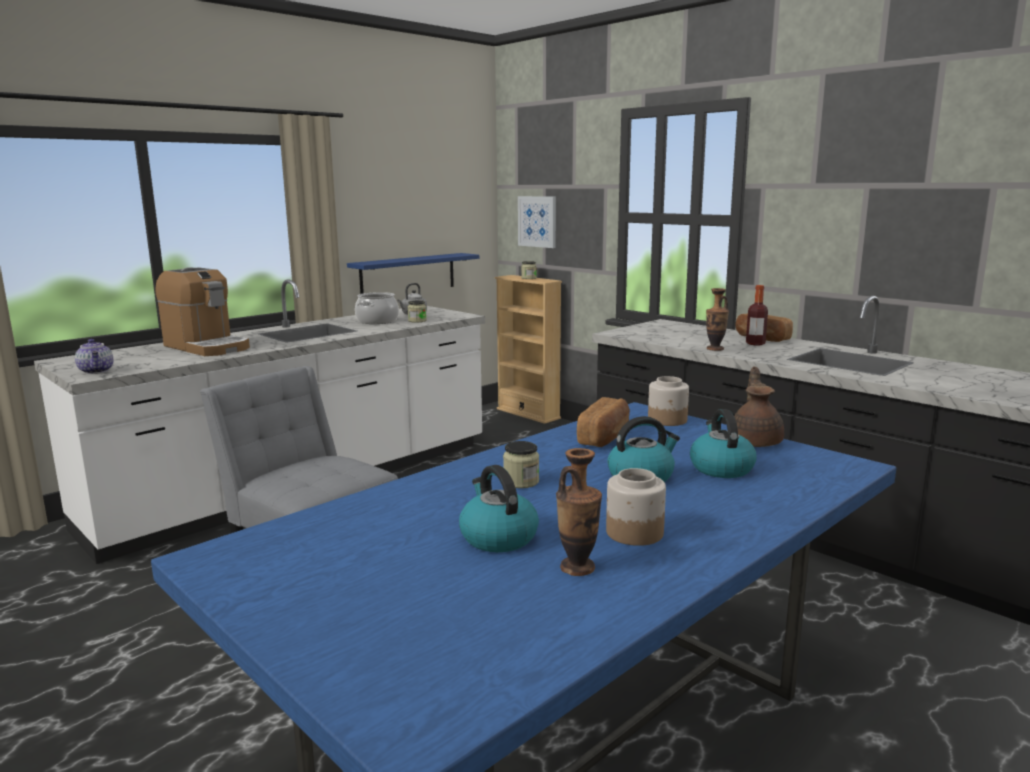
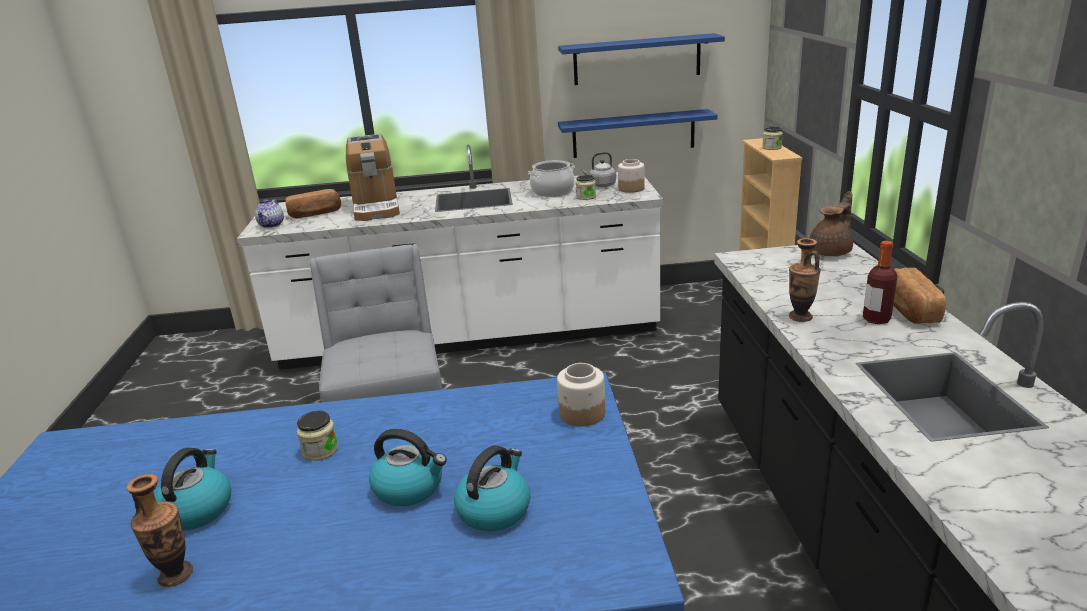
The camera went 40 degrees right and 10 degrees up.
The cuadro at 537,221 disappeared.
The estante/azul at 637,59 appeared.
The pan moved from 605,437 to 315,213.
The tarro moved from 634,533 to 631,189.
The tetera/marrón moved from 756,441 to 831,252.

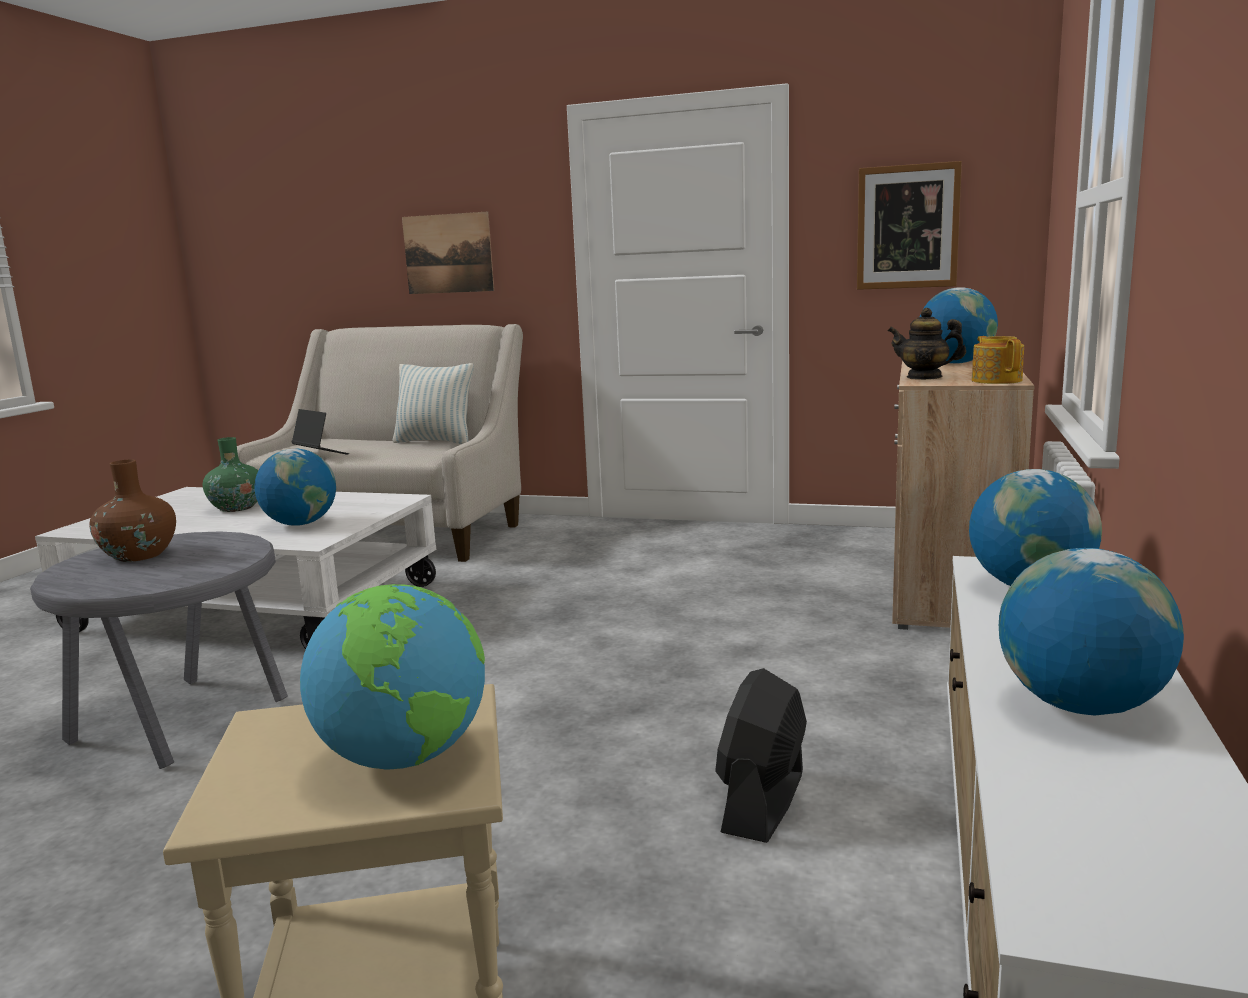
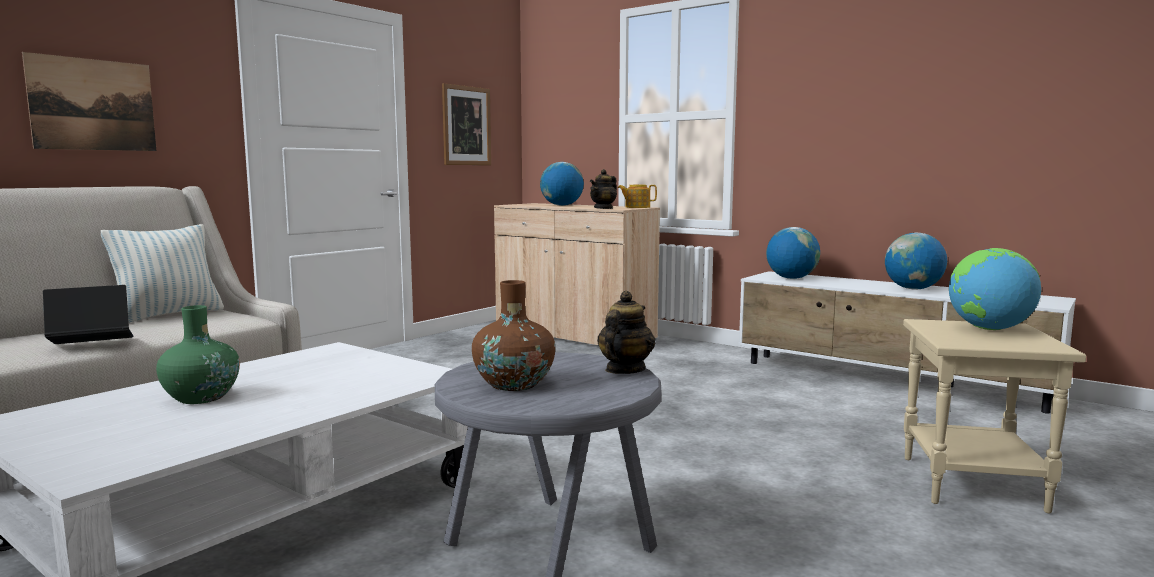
The camera went 70 degrees left and 5 degrees down.
The globo terráqueo at 301,524 disappeared.
The ventilador/negro at 763,802 disappeared.
The tetera at 624,370 appeared.

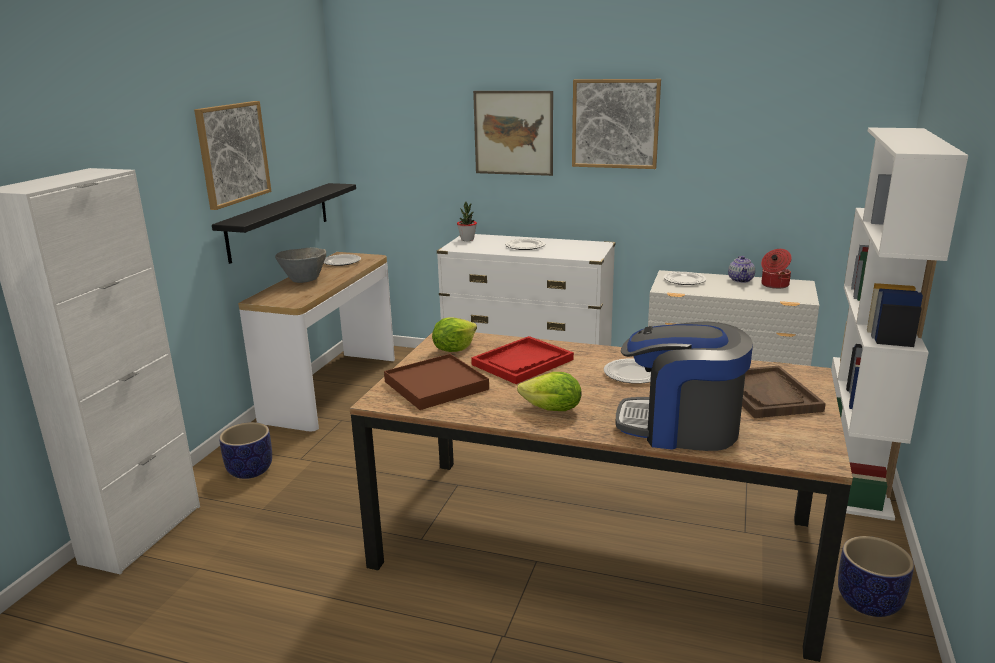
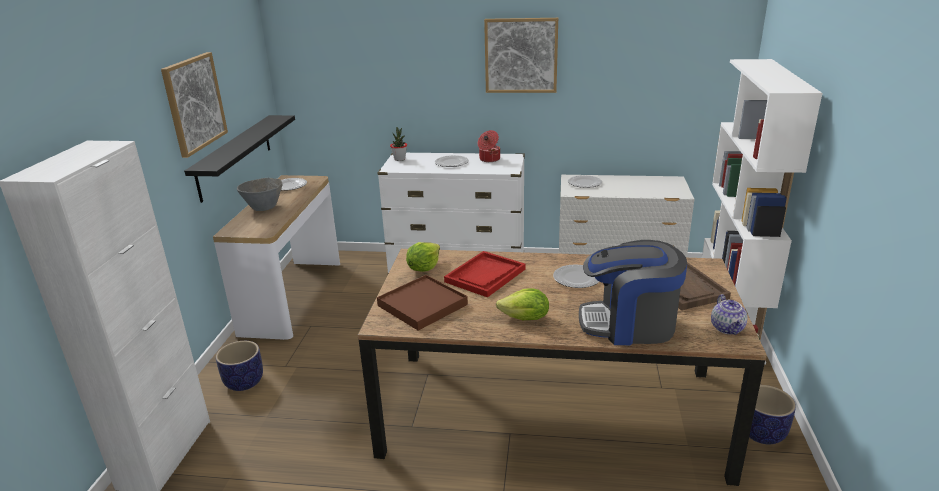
The camera went 10 degrees left and 5 degrees up.
The cuadro at 513,133 disappeared.
The tetera moved from 741,280 to 727,328.
The olla moved from 774,285 to 489,159.

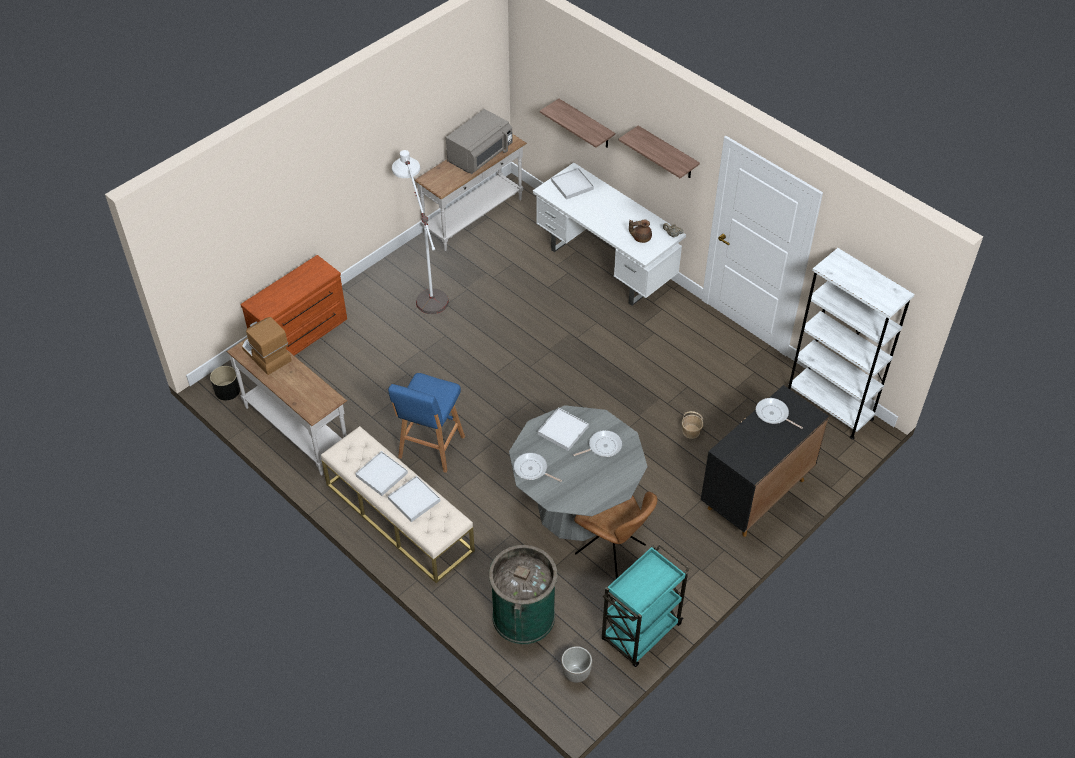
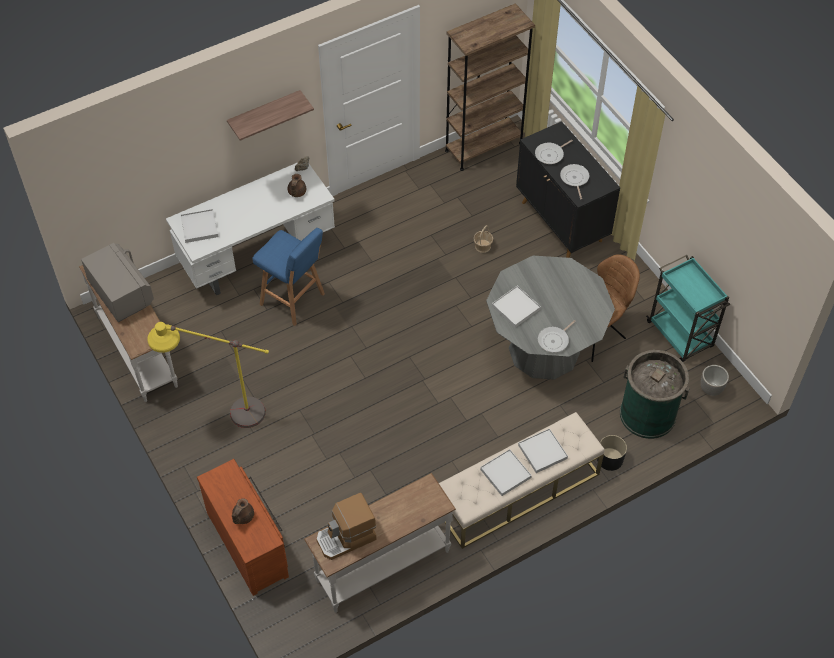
The camera went 75 degrees left and 5 degrees up.
The estante at 586,124 disappeared.
The tetera/marrón at 242,517 appeared.
The maceta/negro moved from 227,390 to 610,459.
The taburete/azul moved from 430,449 to 294,300.
The sartén moved from 603,446 to 574,179.
The lámpara de pie/blanco at 425,286 became the lámpara de pie/amarillo at 222,414.
The estantería/blanco at 829,406 became the estantería/marrón at 484,146.

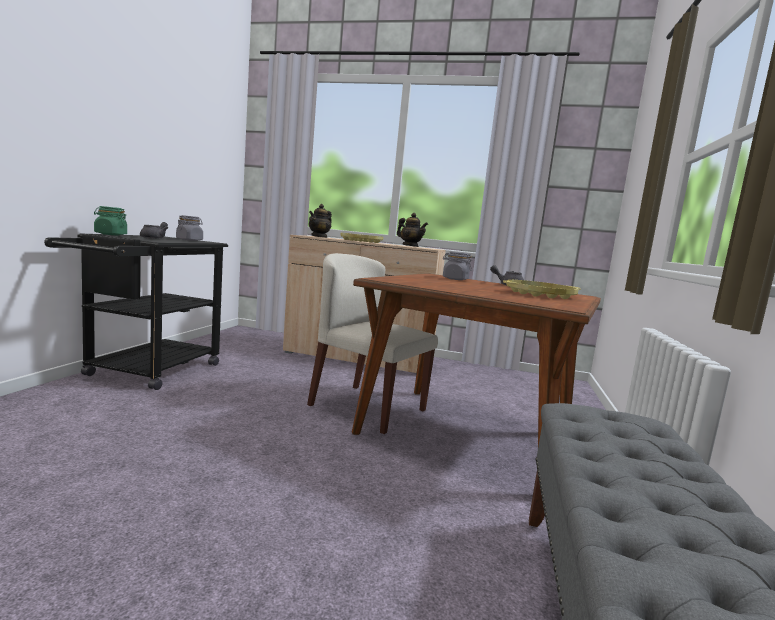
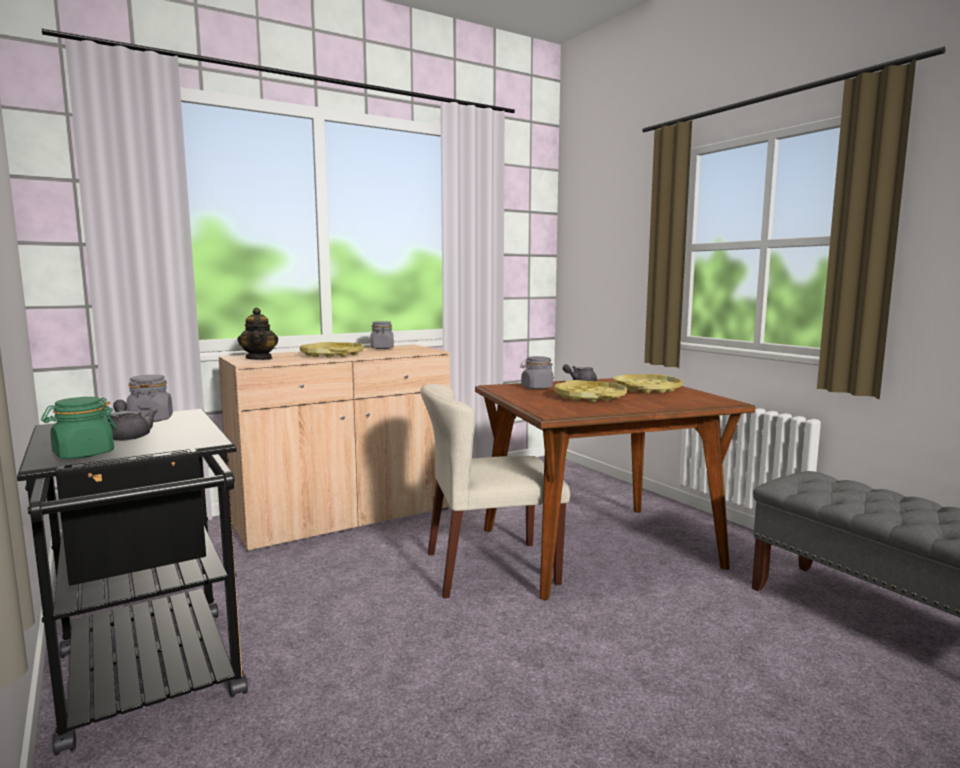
The camera went 45 degrees left and 0 degrees up.
The bandeja/amarillo at 590,397 appeared.
The tetera at 410,246 was replaced by the tarro/gris at 382,348.

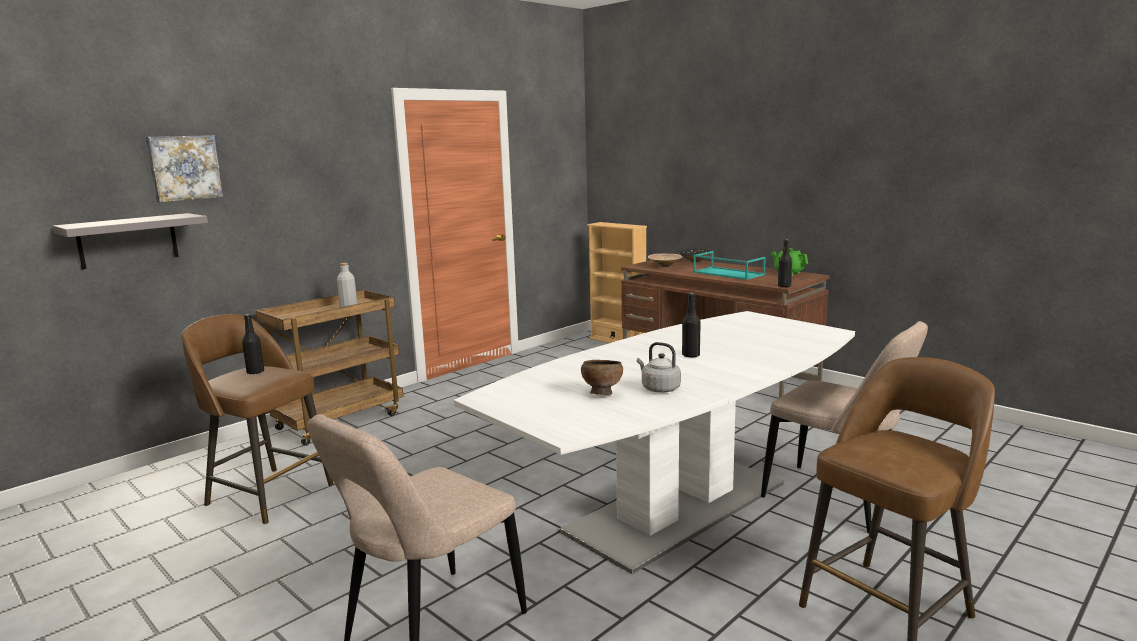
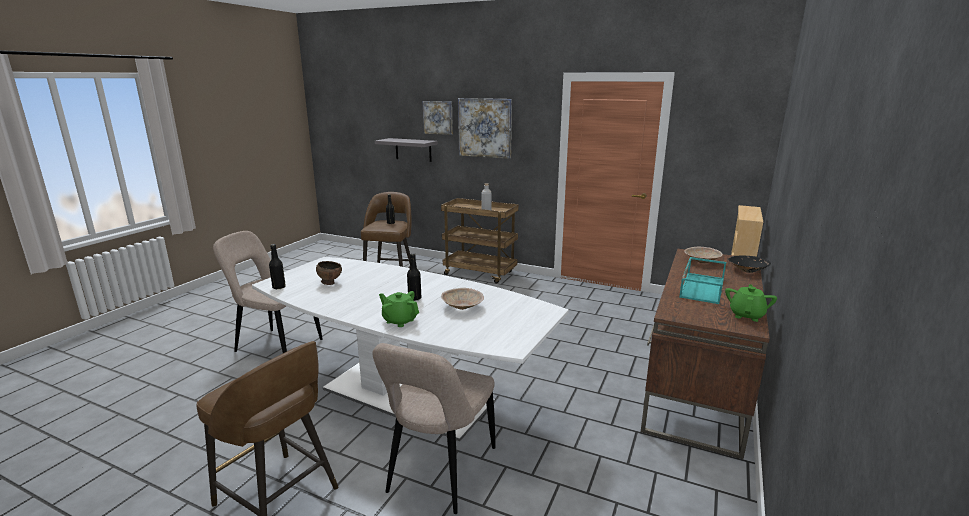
The camera went 70 degrees right and 5 degrees up.
The hervidor/gris at 659,389 disappeared.
The tetera/verde at 400,321 appeared.
The cuenco/beis at 462,307 appeared.
The cuadro at 485,128 appeared.
The botella/negro moved from 784,286 to 279,287.

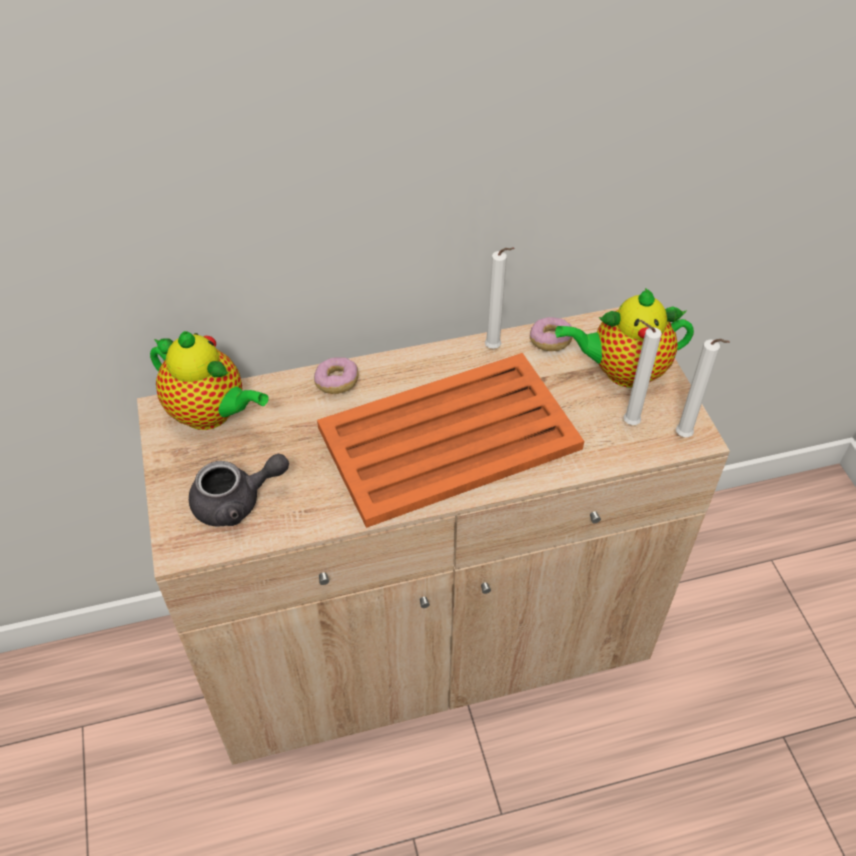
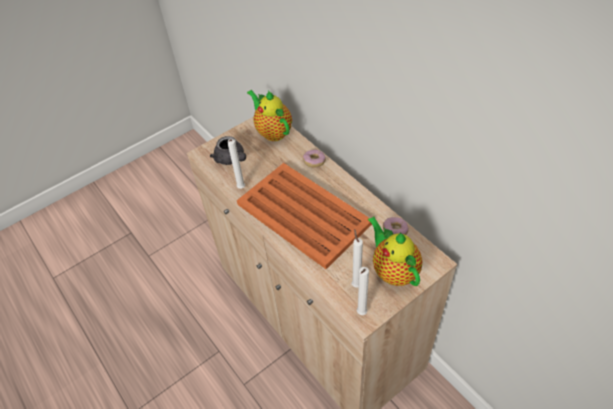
The camera went 70 degrees right and 0 degrees up.
The vela/blanco moved from 495,348 to 241,189.
The tetera at 211,414 turned 135 degrees clockwise.

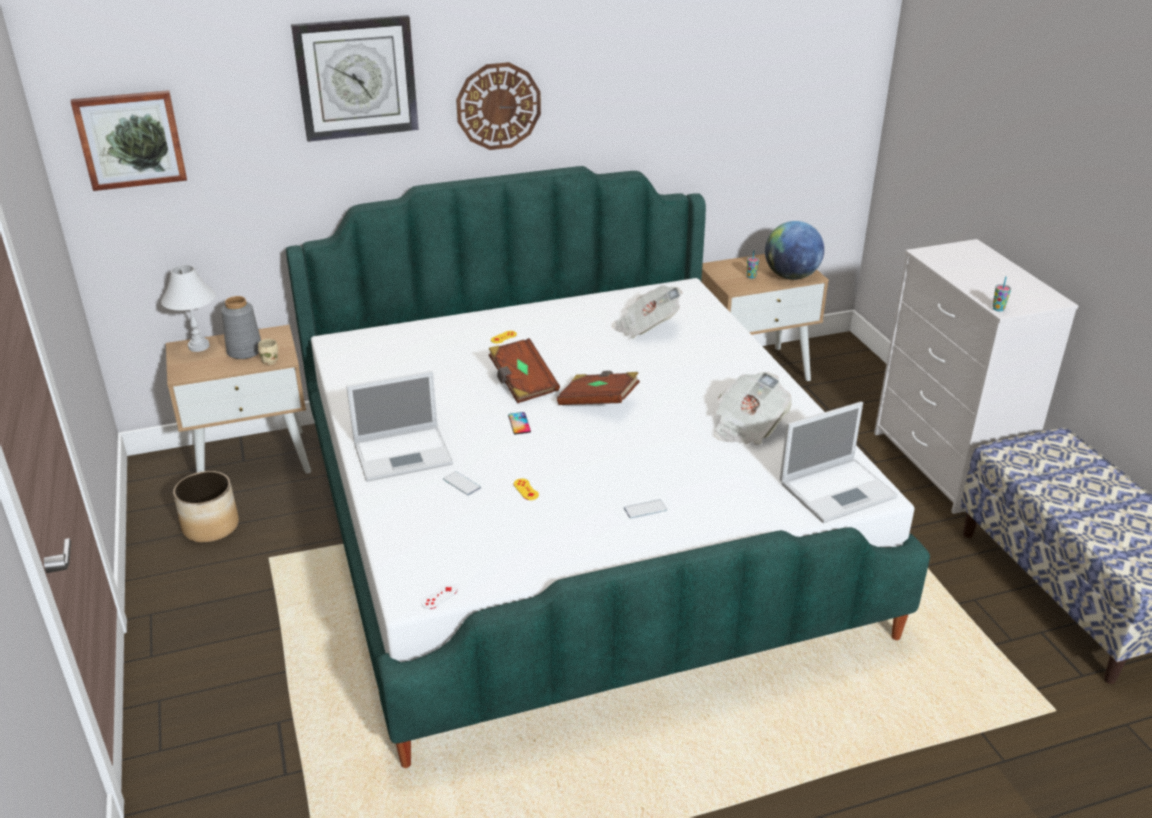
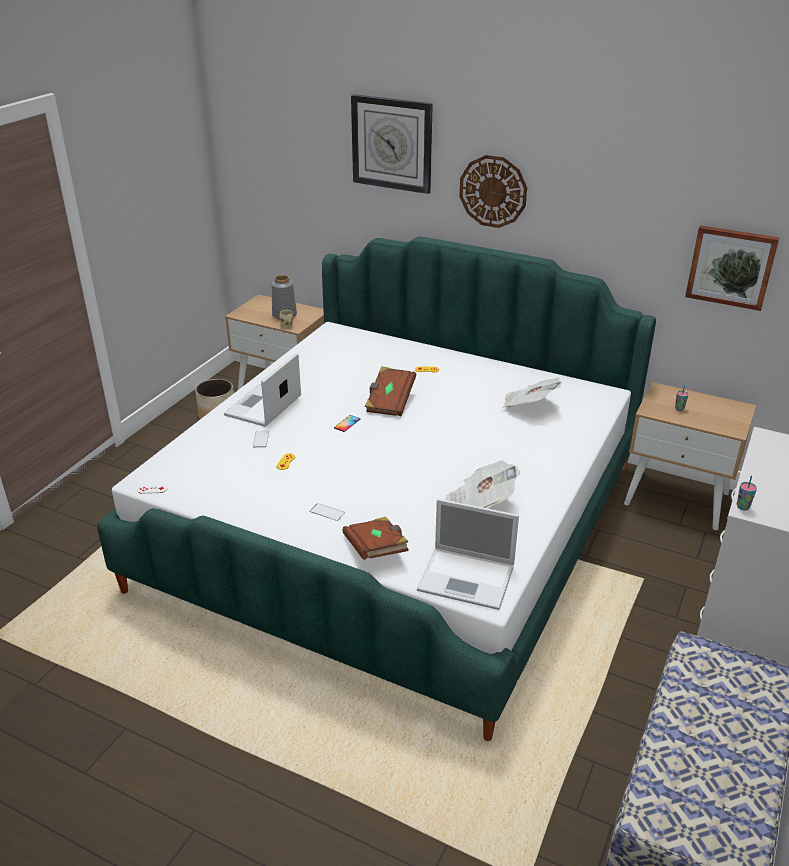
The camera went 45 degrees right and 0 degrees up.
The lámpara de mesa/blanco at 199,346 disappeared.
The globo terráqueo at 791,276 disappeared.
The cuadro moved from 130,139 to 731,267.
The libro/marrón moved from 598,402 to 376,549.
The portátil at 404,453 turned 90 degrees clockwise.

